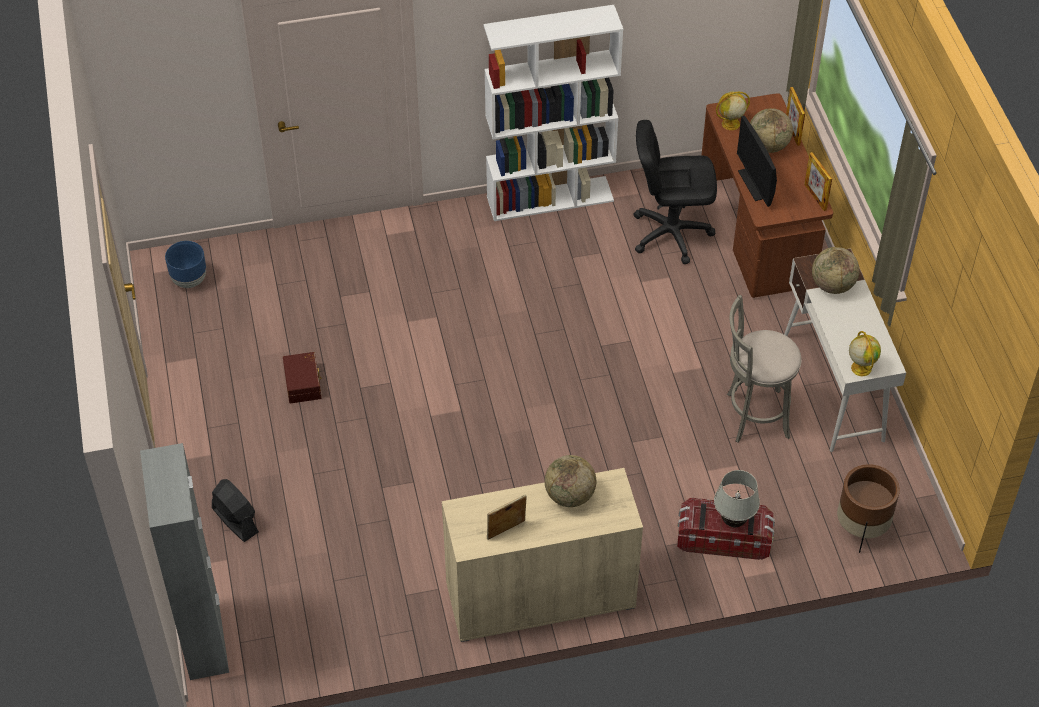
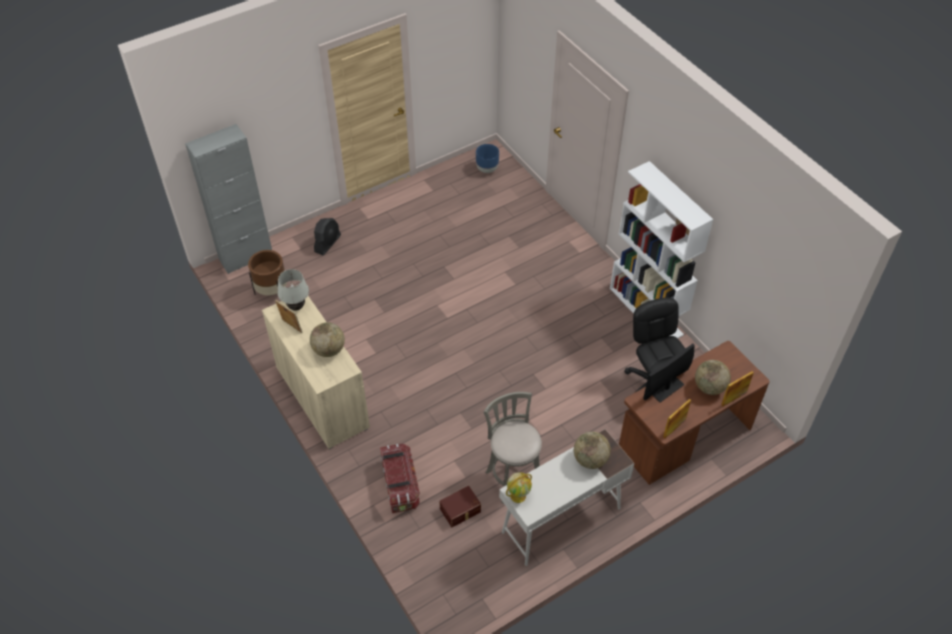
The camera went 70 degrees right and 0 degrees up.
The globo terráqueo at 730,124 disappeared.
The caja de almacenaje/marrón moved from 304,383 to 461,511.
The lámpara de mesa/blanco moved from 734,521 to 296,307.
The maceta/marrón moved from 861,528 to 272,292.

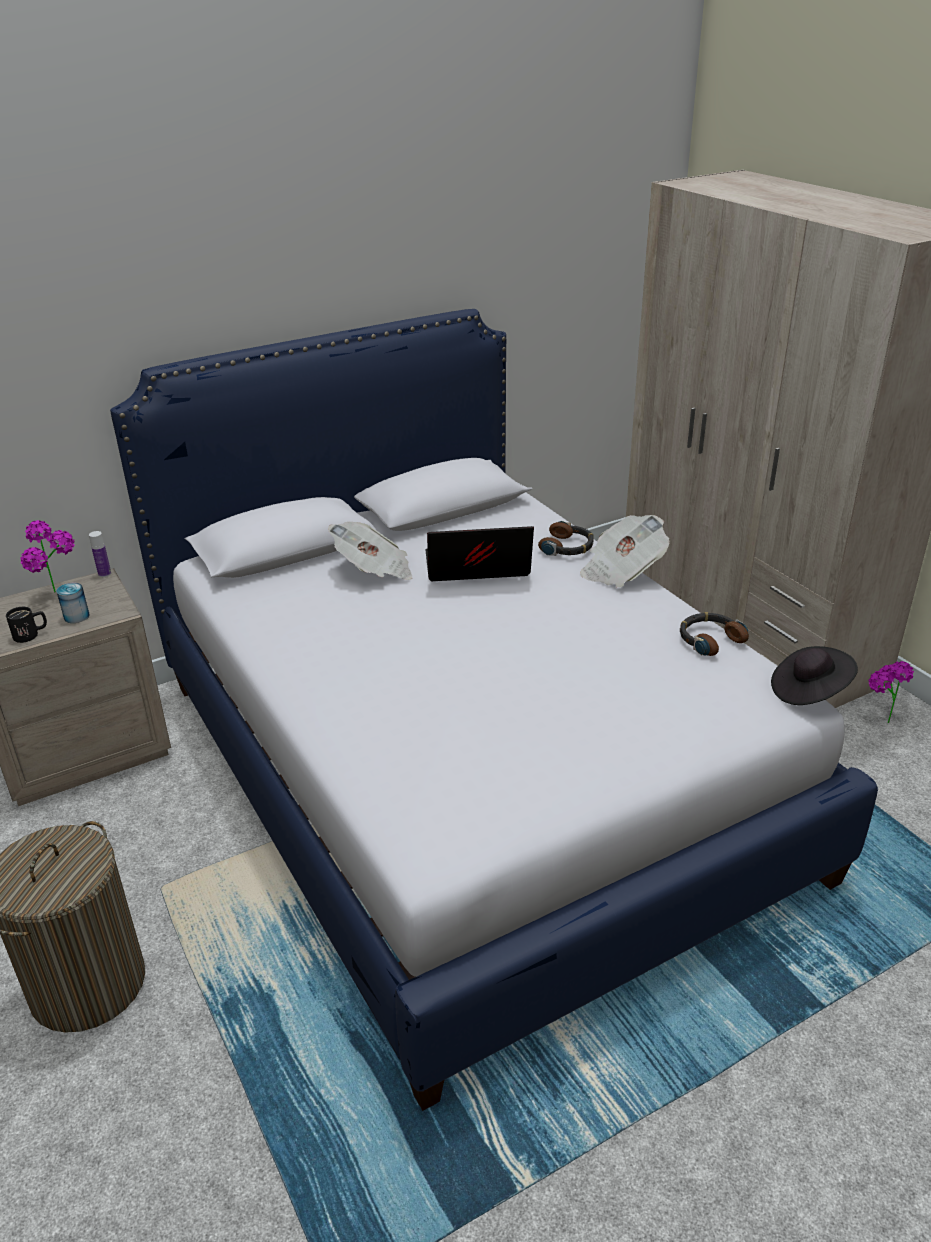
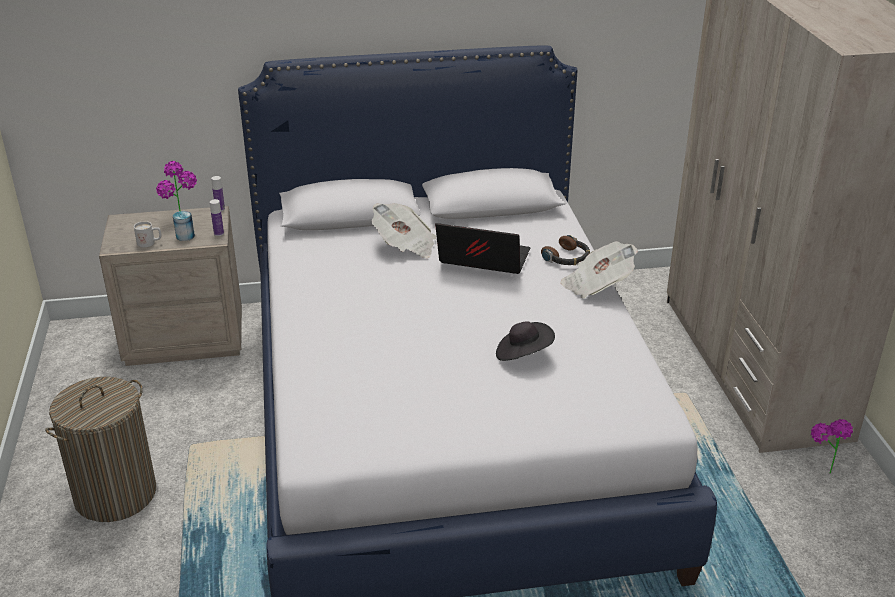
The camera went 20 degrees right and 0 degrees up.
The auriculares at 709,639 disappeared.
The botella at 218,233 appeared.
The sombrero/negro moved from 809,691 to 523,354.
The taza grande/negro at 31,635 became the taza grande/blanco at 150,243.

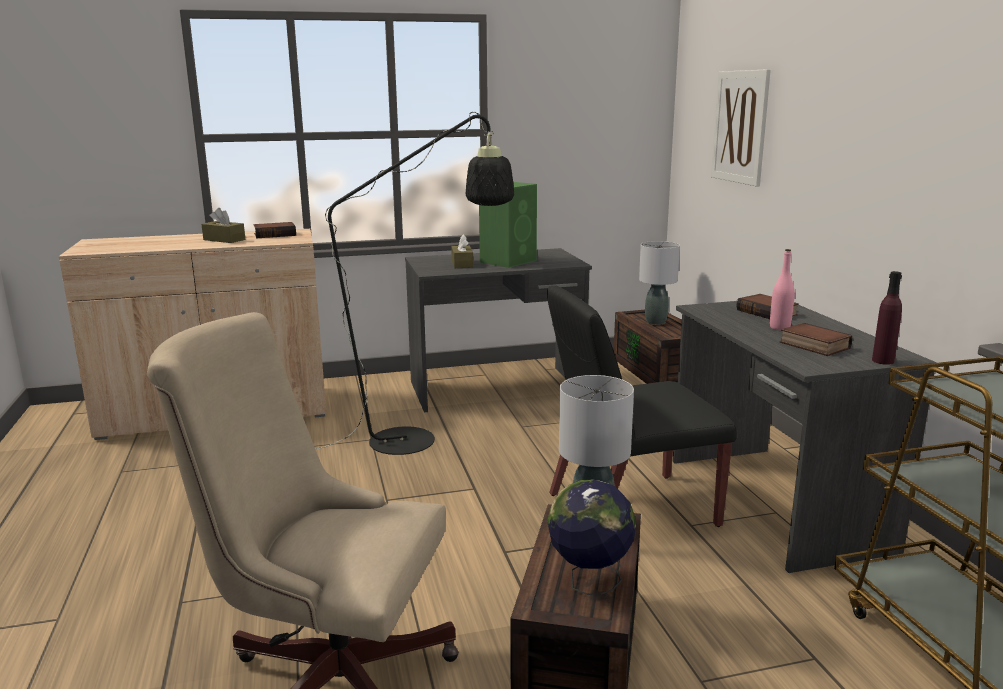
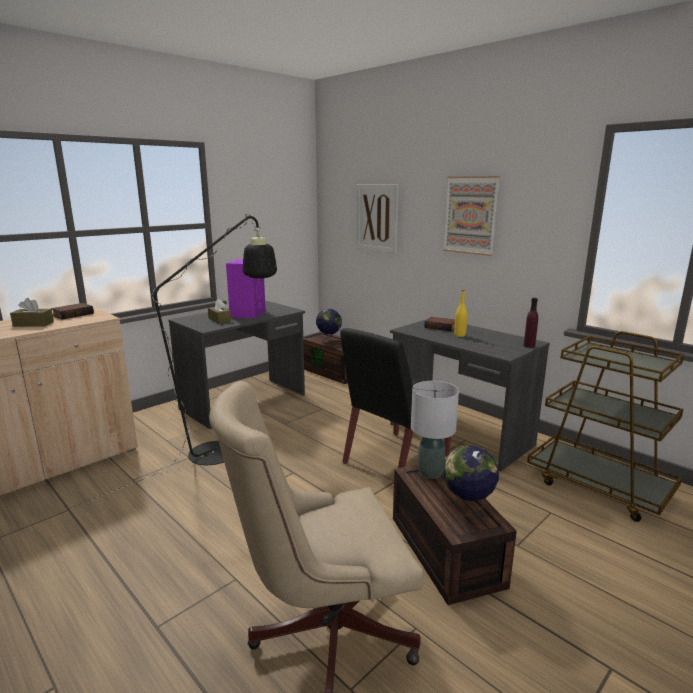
The camera went 30 degrees left and 0 degrees up.
The libro at 812,345 disappeared.
The cuadro at 470,215 appeared.
The lámpara de mesa/gris at 655,322 was replaced by the globo terráqueo at 329,340.
The altavoz/verde at 509,261 became the altavoz/morado at 248,313.
The botella/rosa at 779,328 became the botella/amarillo at 459,335.

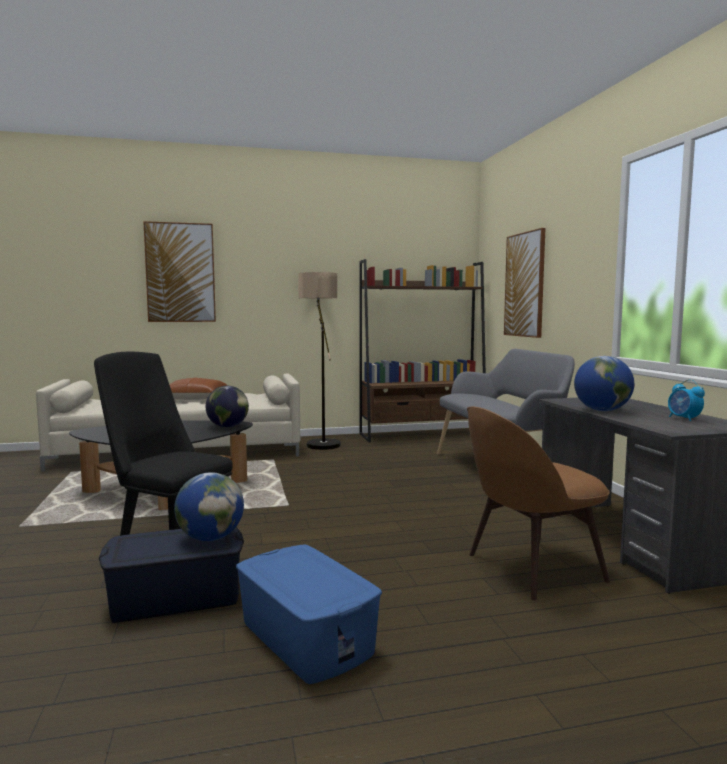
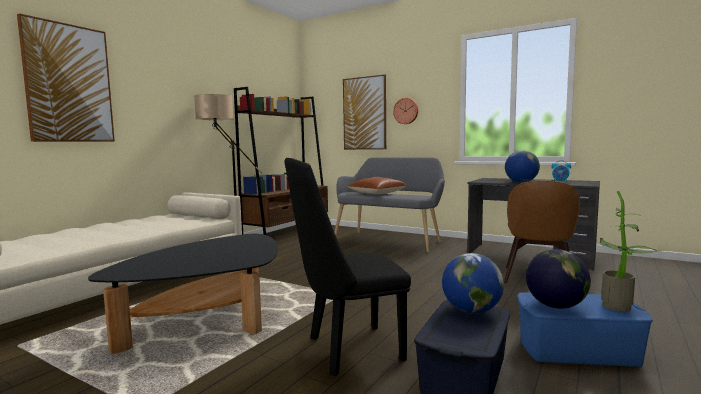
The camera went 45 degrees left and 0 degrees up.
The reloj de pared at 406,111 appeared.
The planta en maceta at 621,307 appeared.
The cojín/marrón moved from 194,398 to 376,193.
The globo terráqueo moved from 228,427 to 556,306.

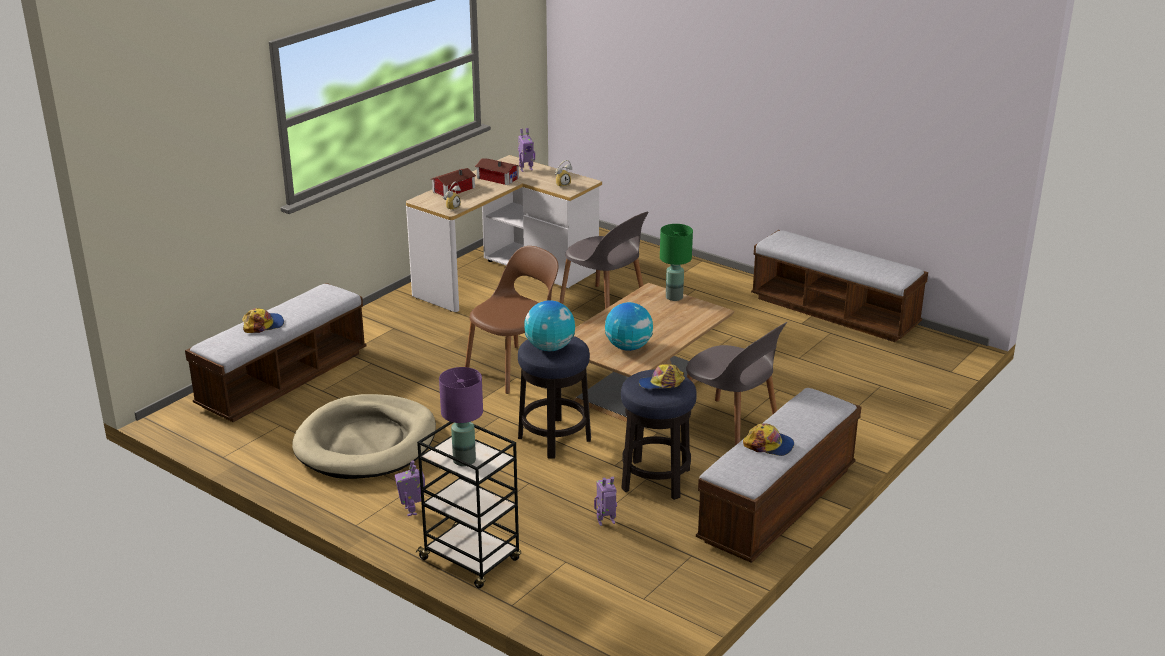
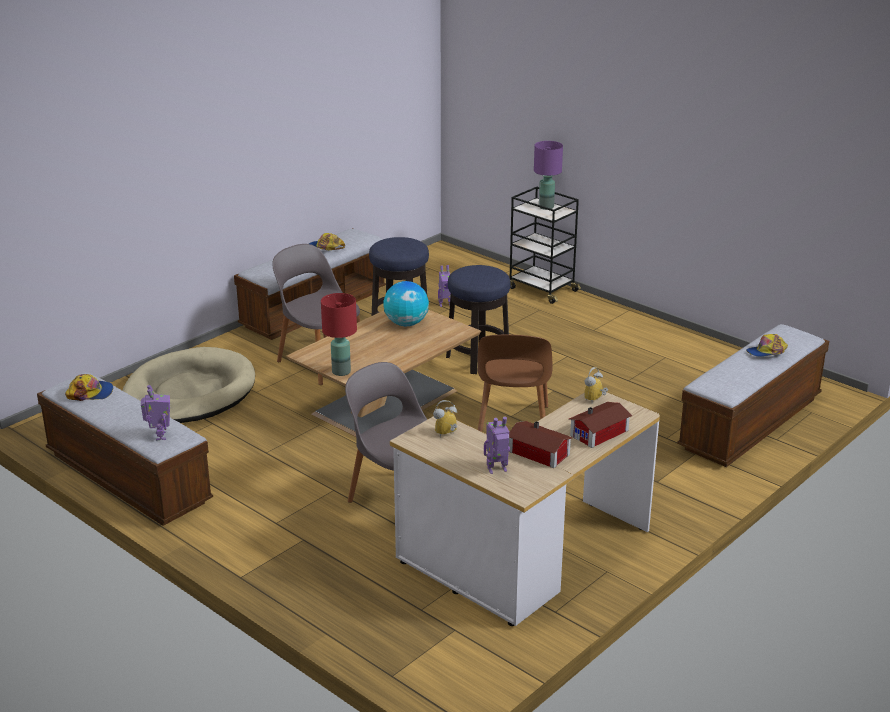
The camera went 175 degrees left and 0 degrees up.
The globo terráqueo at 550,348 disappeared.
The cama para perro/beis moved from 366,442 to 189,392.
The robot de juguete moved from 412,511 to 159,436.
The gorra moved from 661,384 to 90,393.
The lámpara de mesa/verde at 674,297 became the lámpara de mesa/rojo at 341,371.
The silla/marrón at 515,368 turned 45 degrees counterclockwise.

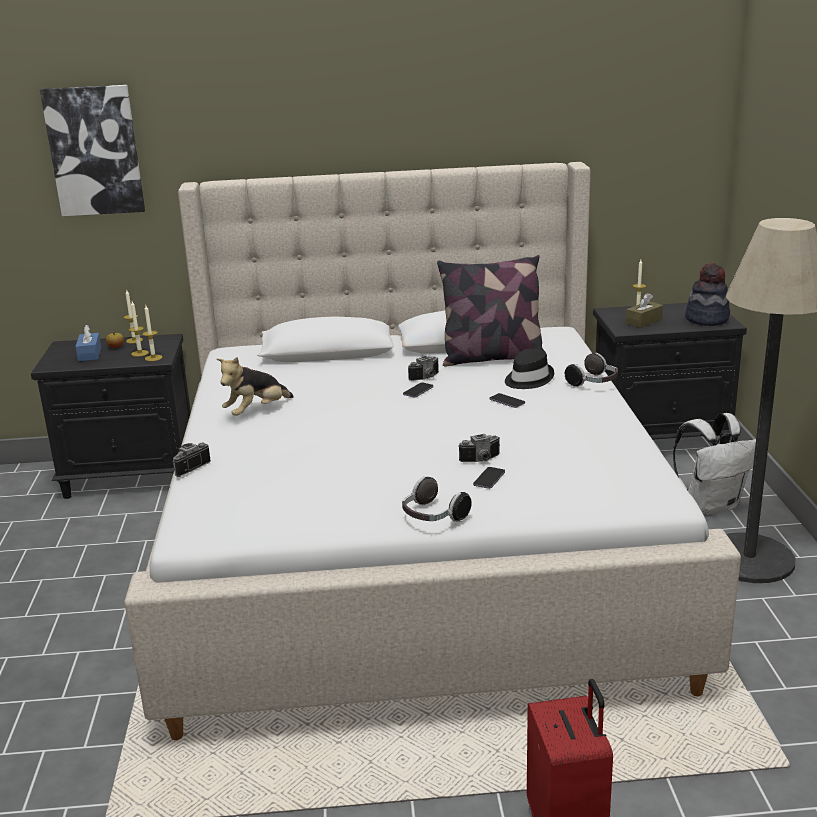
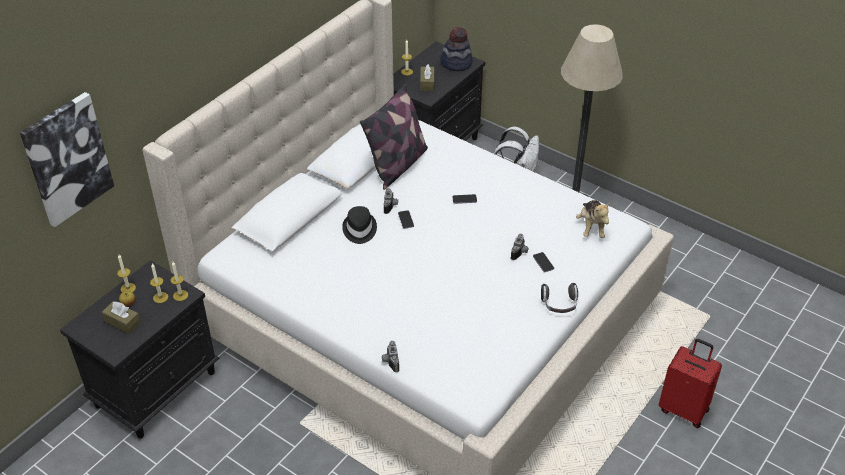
The camera went 50 degrees left and 20 degrees up.
The auriculares at 593,383 disappeared.
The peluche moved from 256,411 to 591,227.
The sombrero/negro moved from 528,379 to 359,229.
The caja de pañuelos/azul at 89,354 became the caja de pañuelos/marrón at 122,322.

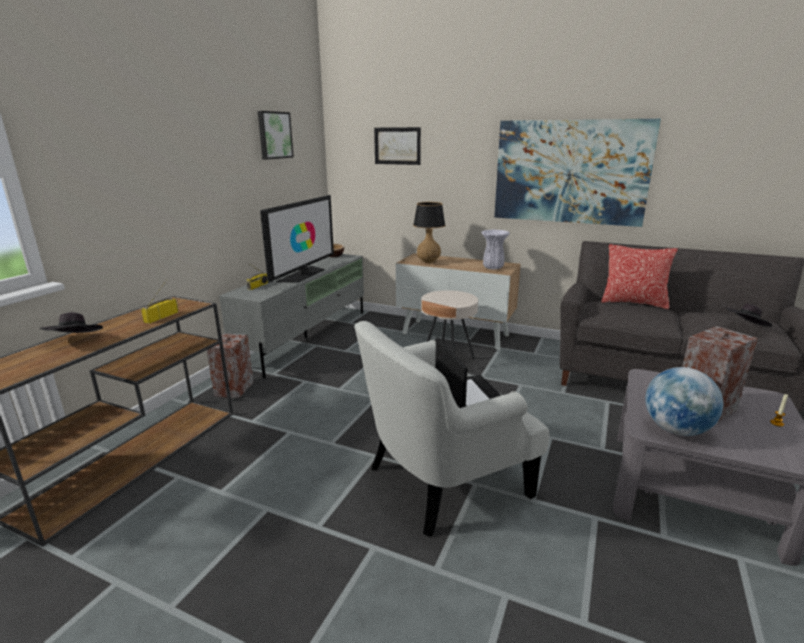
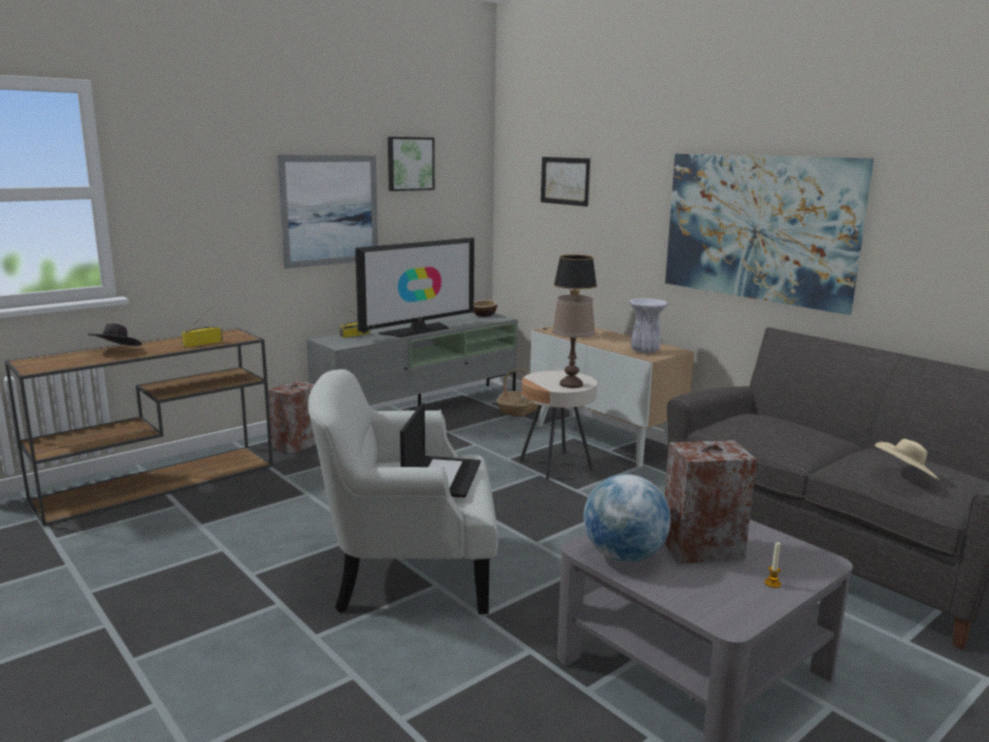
The camera went 25 degrees right and 5 degrees down.
The cojín at 633,303 disappeared.
The cuadro at 329,210 appeared.
The cesta at 520,410 appeared.
The lámpara de mesa/marrón at 571,384 appeared.
The sombrero/negro at 746,327 became the sombrero/beis at 905,475.

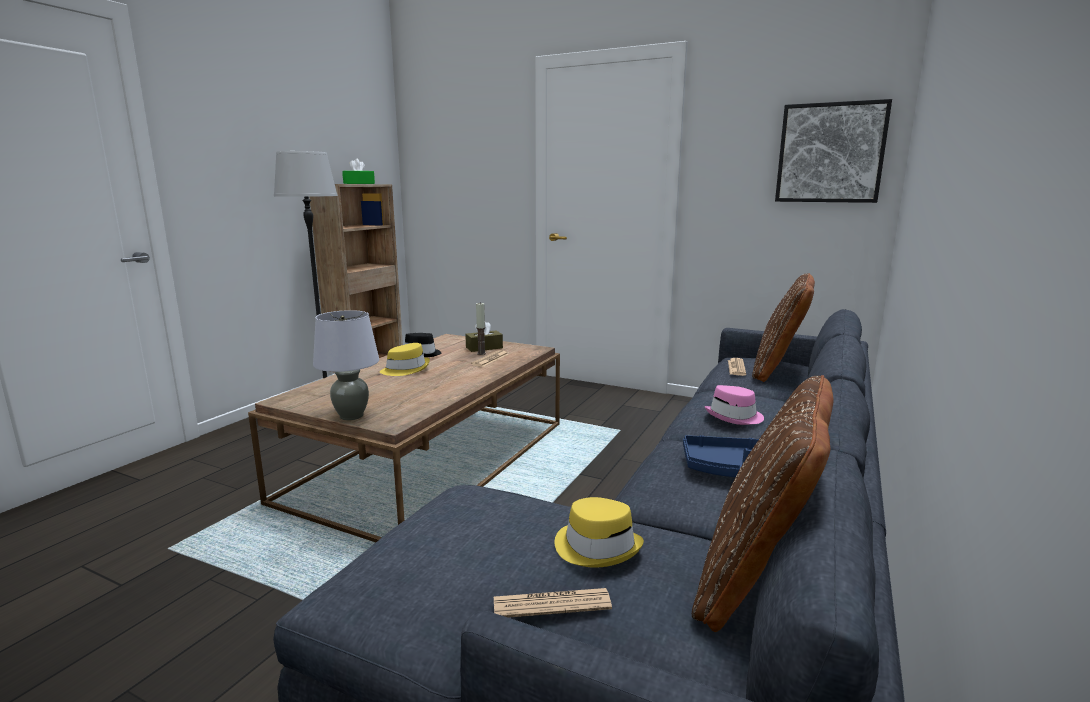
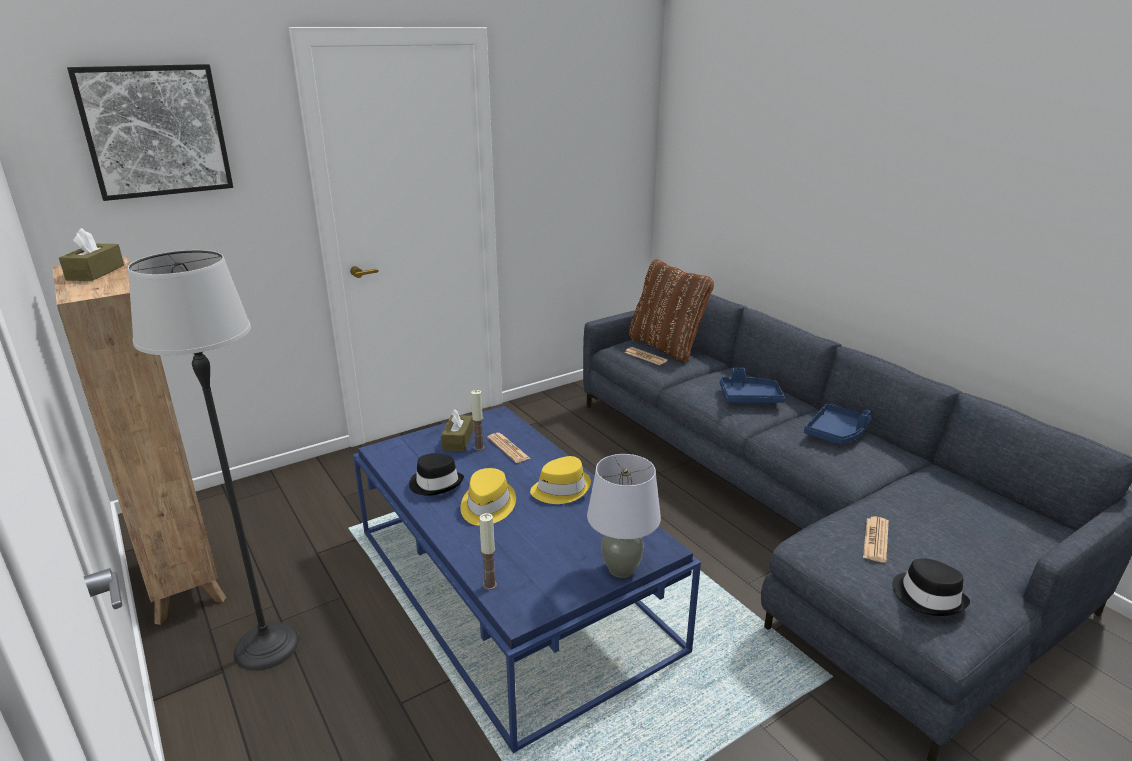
The camera went 60 degrees left and 10 degrees up.
The cojín/marrón at 756,579 disappeared.
The vela at 489,585 appeared.
The sombrero/negro at 928,597 appeared.
The periódico moved from 551,604 to 875,540.
The sombrero/amarillo moved from 597,547 to 561,489.
The cuadro moved from 830,153 to 155,131.
The sombrero/rosa at 735,417 was replaced by the bandeja/azul at 749,398.
The mesa de centro/marrón at 431,460 became the mesa de centro/azul at 512,587.
The caja de pañuelos/verde at 359,183 became the caja de pañuelos/marrón at 95,272.

